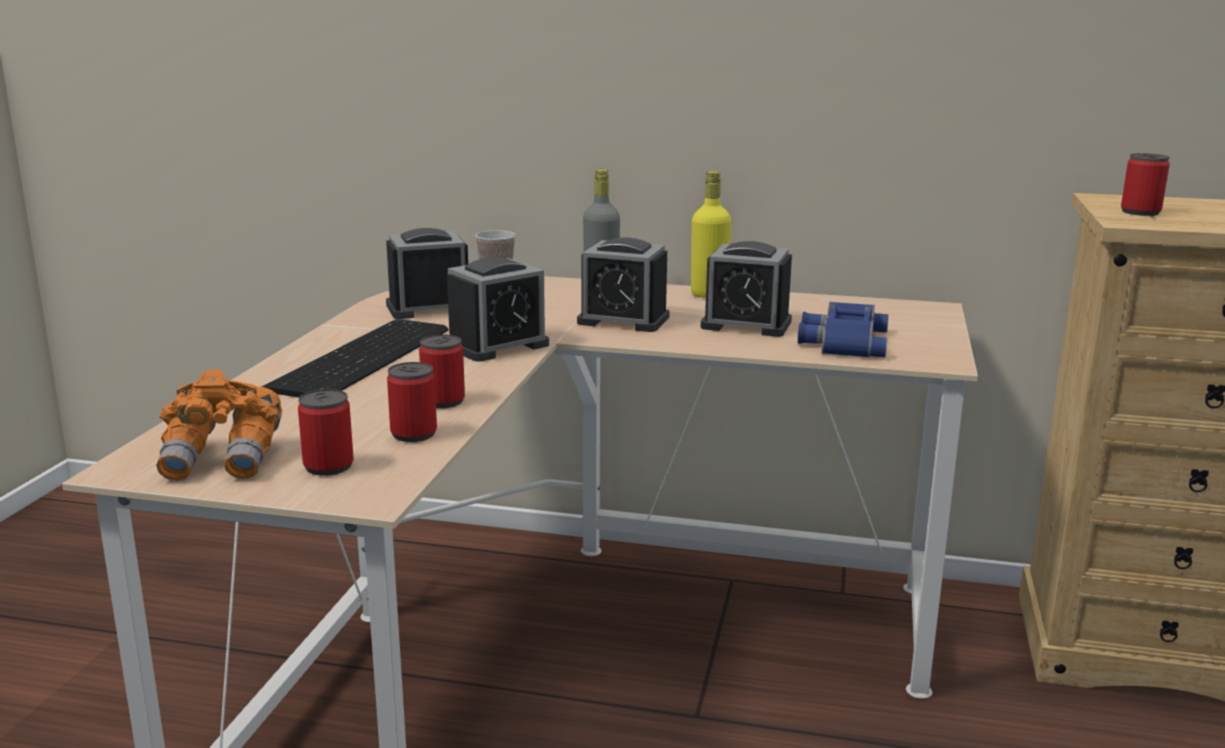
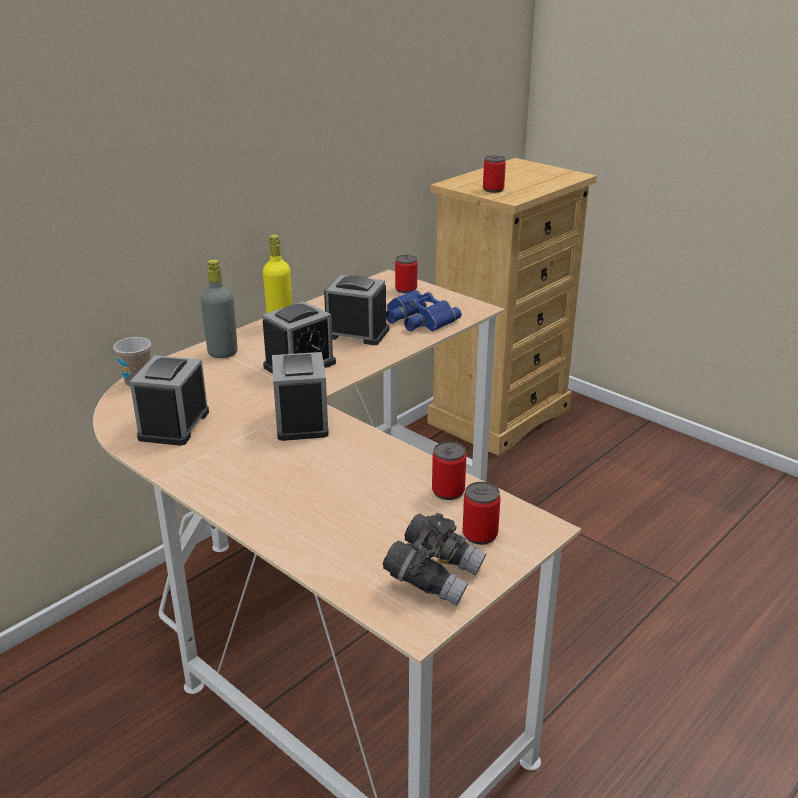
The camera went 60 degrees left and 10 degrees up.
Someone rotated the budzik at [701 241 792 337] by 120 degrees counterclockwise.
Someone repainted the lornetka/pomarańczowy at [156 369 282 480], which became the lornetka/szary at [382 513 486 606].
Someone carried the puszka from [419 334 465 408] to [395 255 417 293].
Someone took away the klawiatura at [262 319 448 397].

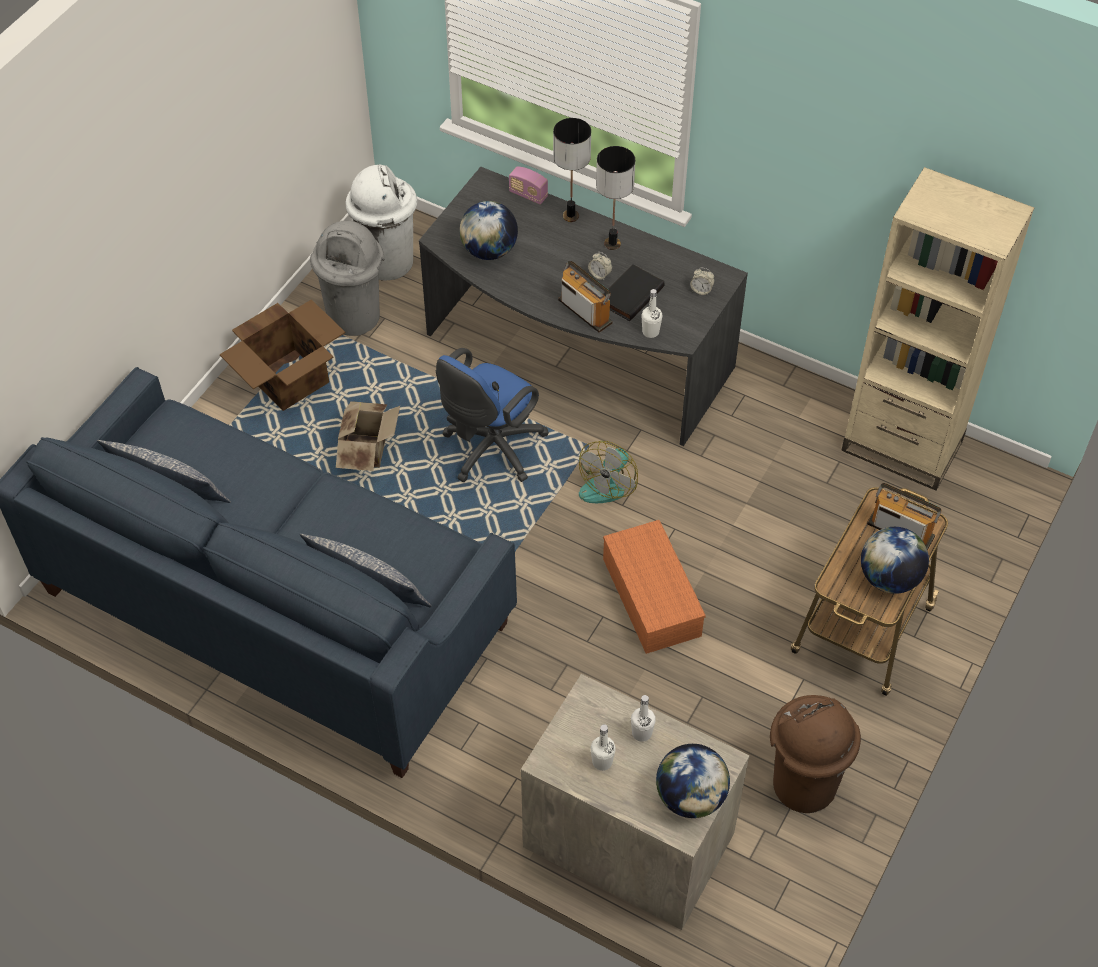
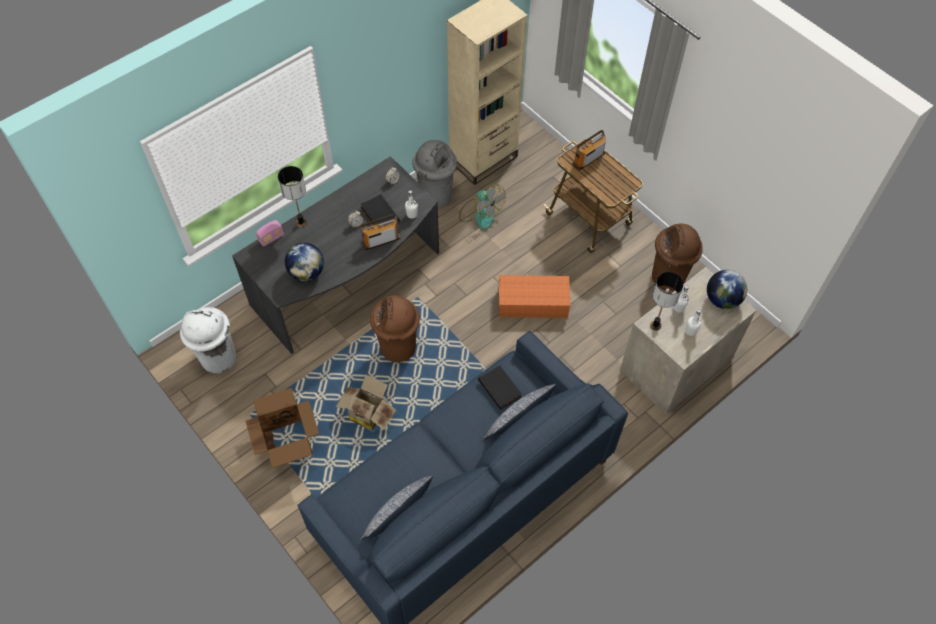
The camera went 70 degrees left and 5 degrees up.
Someone swapped the krzesło biurowe/niebieski at [436 348 549 482] for the kosz na śmieci/brązowy at [370 295 420 362].
Someone carried the kosz na śmieci/szary from [310 220 384 336] to [412 140 457 209].
Someone carried the wentylator from [579 441 638 503] to [459 185 506 229].
Someone put down the książka/czarny at [478 365 522 410].
Someone carried the lampa stołowa from [596 146 635 250] to [650 272 684 331].
Someone took away the globus at [861 527 929 594].

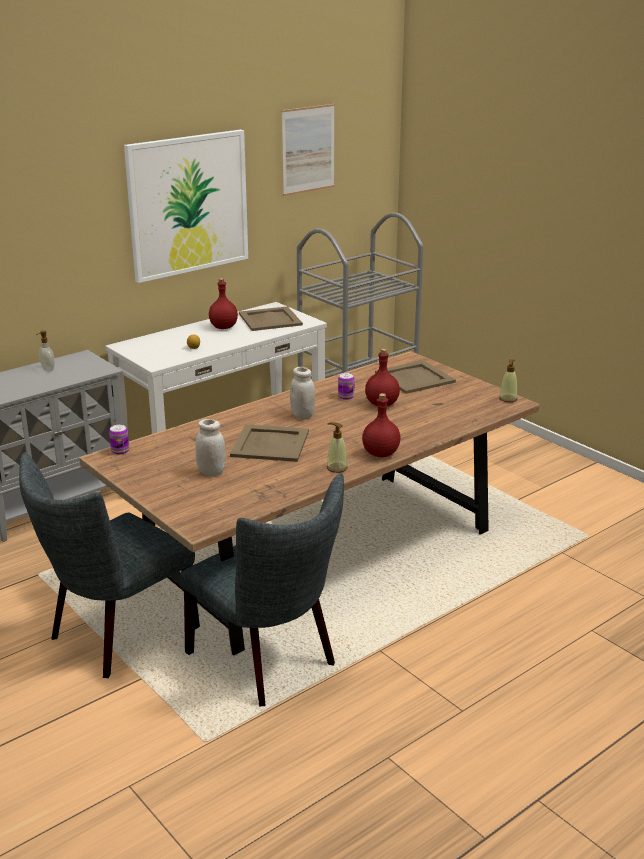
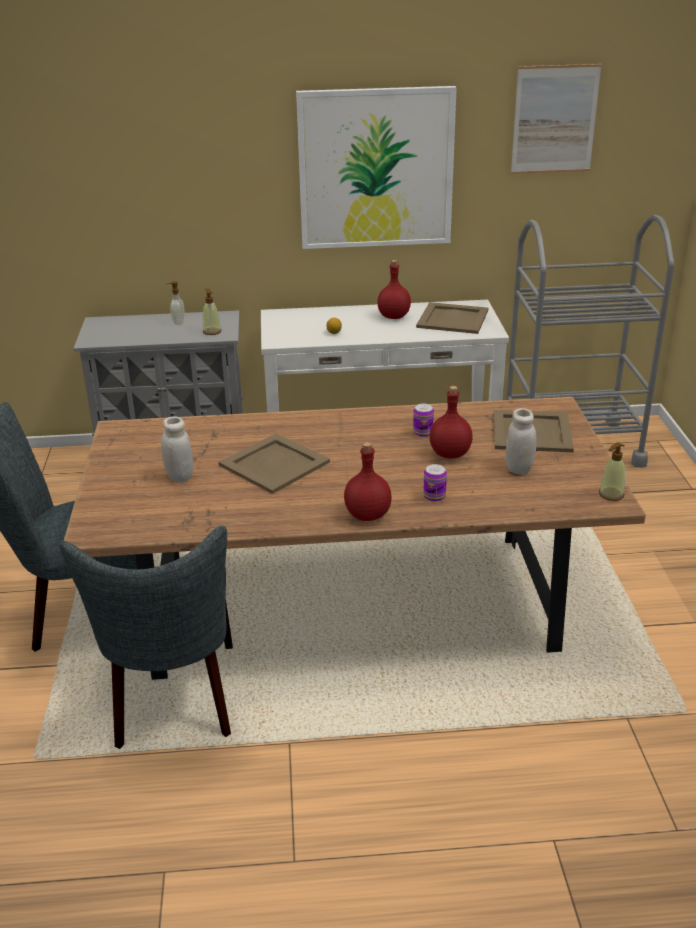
The camera went 35 degrees right and 5 degrees up.
Someone carried the dozownik mydła from [327 422 348 473] to [203 288 221 335].
Someone carried the puszka from [109 425 129 455] to [423 464 447 502].
Someone carried the słoik/biały from [290 367 315 419] to [506 408 536 475].

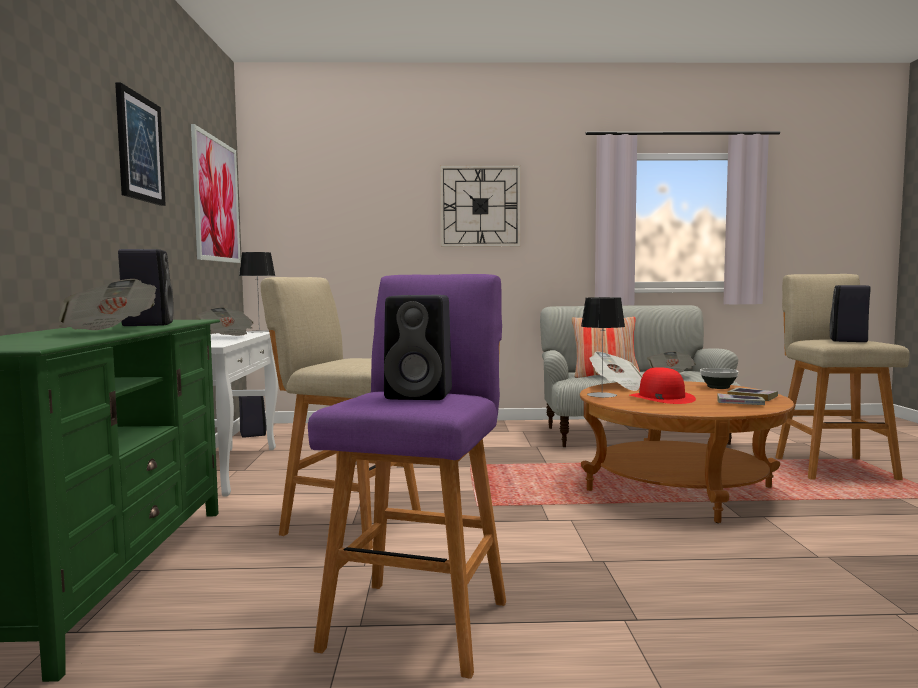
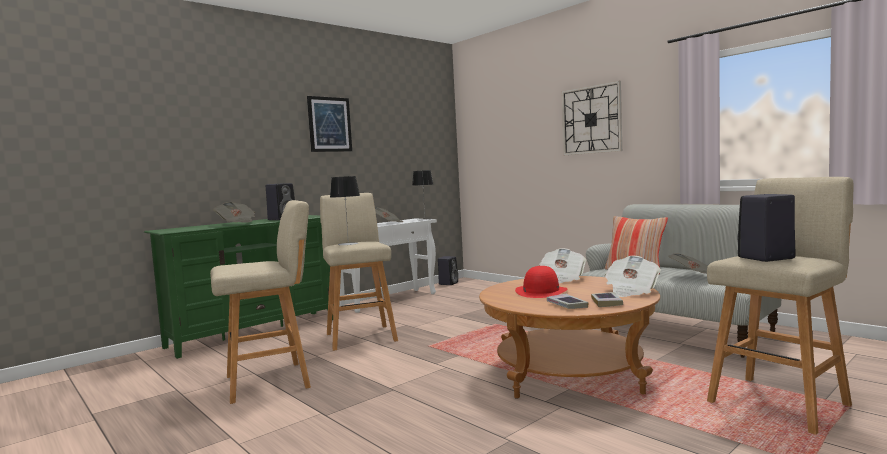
The camera went 50 degrees right and 0 degrees up.
Someone repainted the stołek/fioletowy at [308 274 506 679], which became the stołek/beżowy at [210 200 311 404].
Someone carried the lampa stołowa from [581 297 625 398] to [330 176 360 245].
Someone swapped the miska at [700 368 739 389] for the gazeta at [605 256 661 297].
Someone took away the obraz at [191 124 241 263].
Someone took away the głośnik/czarny at [384 295 452 400].

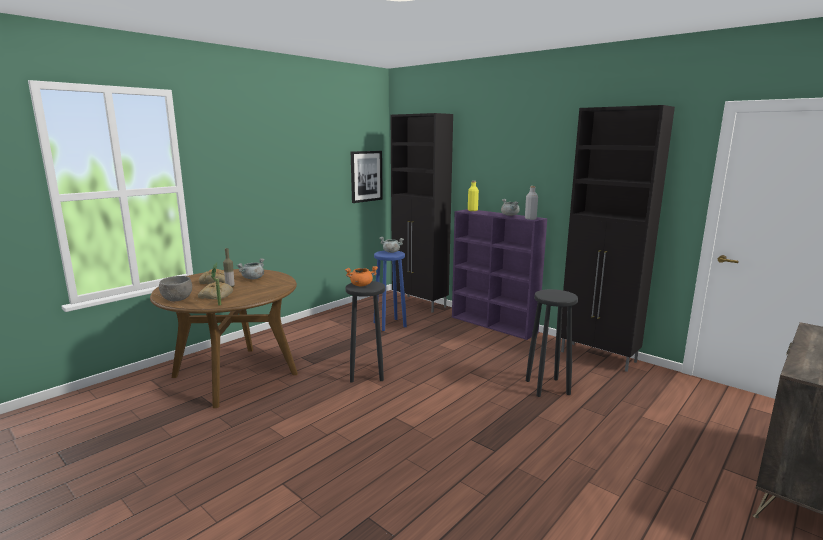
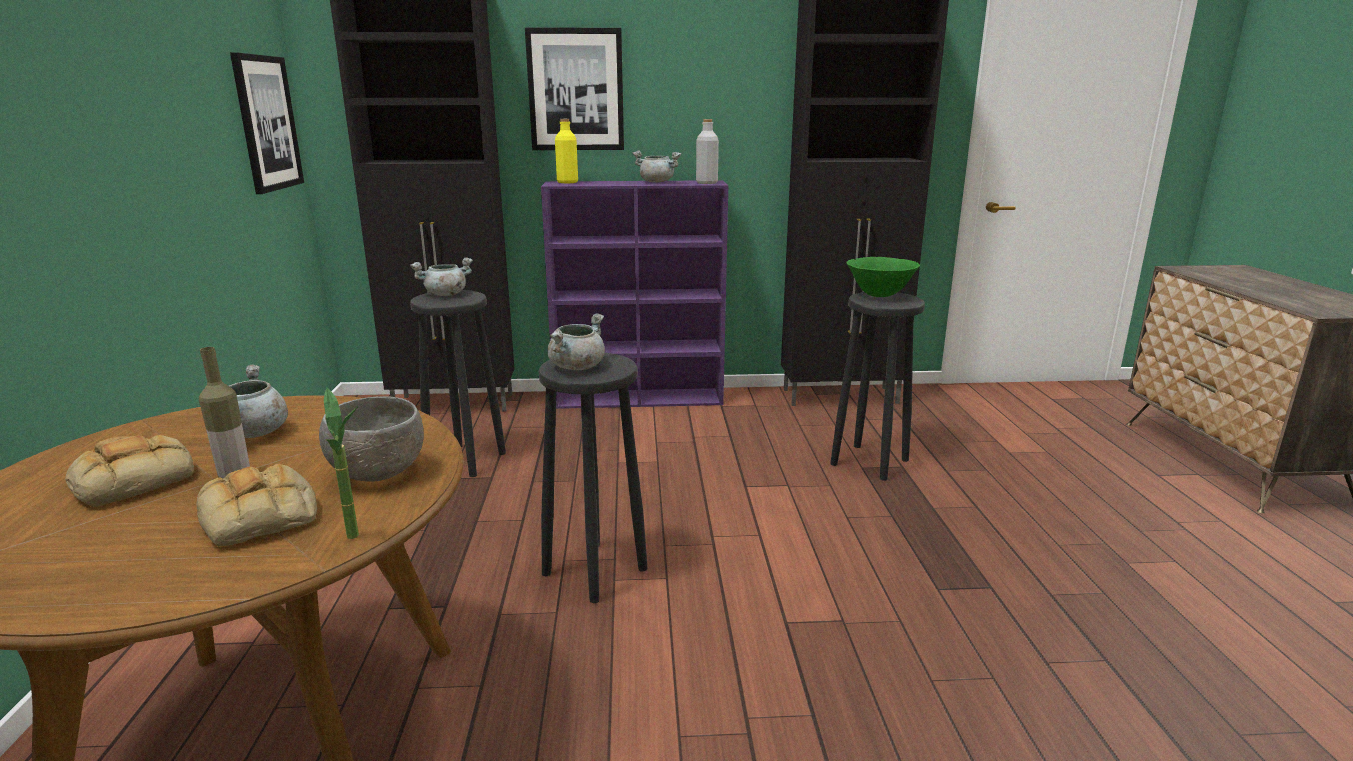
The camera went 45 degrees left and 5 degrees up.
Someone carried the miska/szary from [159 276 192 301] to [319 396 424 481].
Someone repainted the stołek/niebieski at [374 251 407 331], which became the stołek/czarny at [410 290 506 477].
Someone put up the obraz at [525 27 624 150].
Someone repainted the garnek/pomarańczowy at [345 266 378 286], which became the garnek/szary at [547 313 605 370].
Someone put down the miska/zielony at [847 257 920 297].

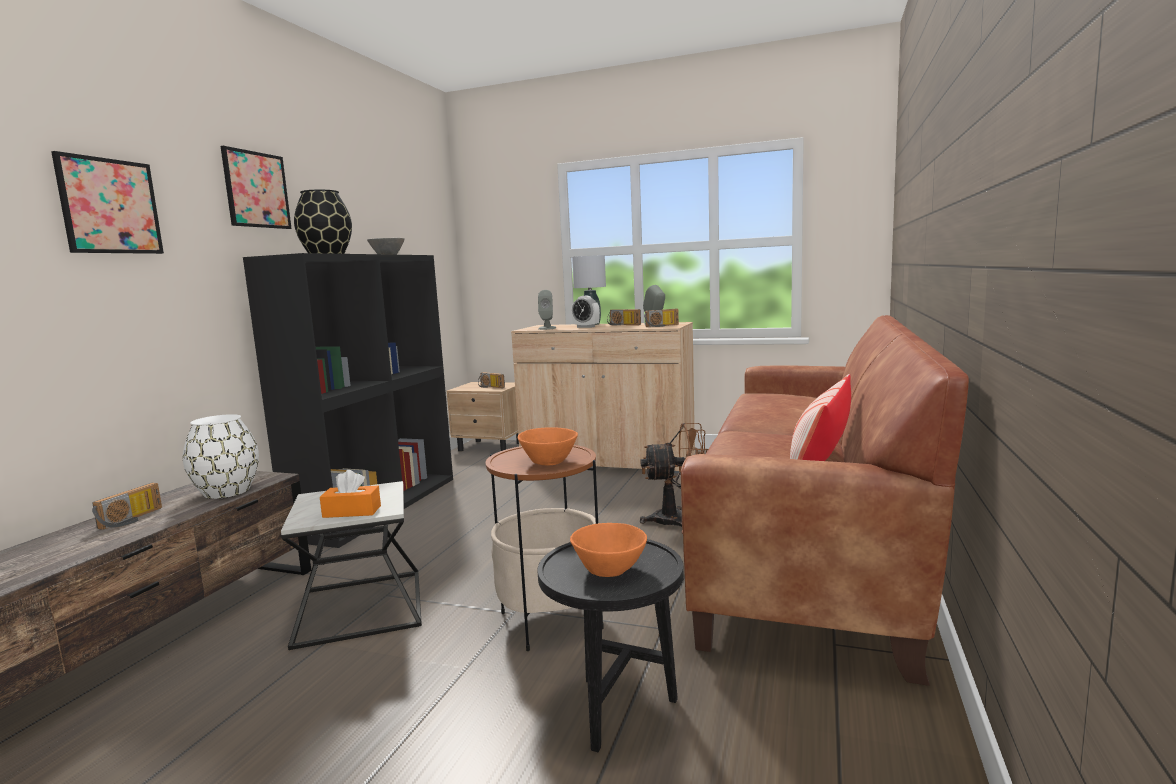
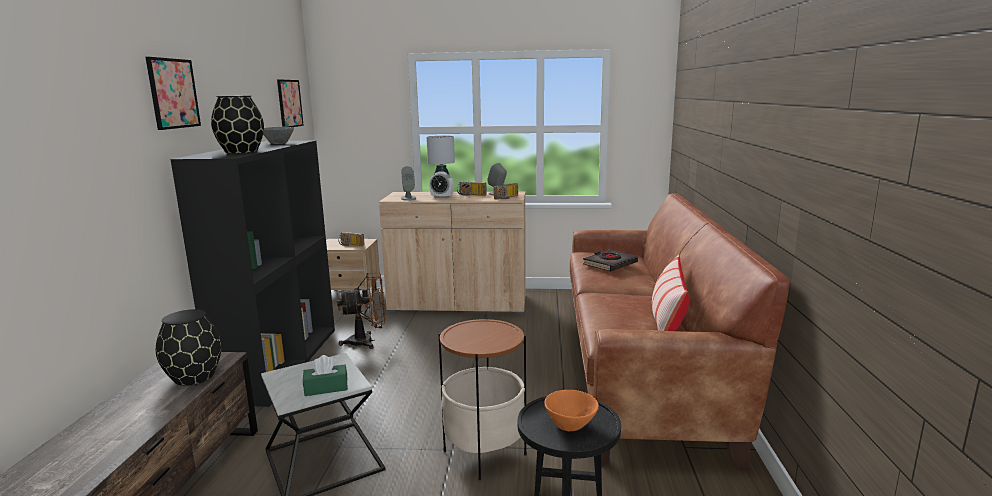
The camera went 15 degrees left and 5 degrees up.
Someone repainted the wazon/biały at [183 414 259 499], which became the wazon/czarny at [156 309 222 386].
Someone carried the obraz from [51 151 164 254] to [277 79 304 127].
Someone repainted the pudełko chusteczek/pomarańczowy at [320 470 381 518], which became the pudełko chusteczek/zielony at [303 355 348 396].
Someone carried the wentylator/brązowy from [640 423 708 527] to [337 272 386 349].
Someone put down the książka/czarny at [583 249 638 272].
Someone took away the radio at [92 483 162 530].
Someone took away the miska/pomarańczowy at [518 427 578 465].

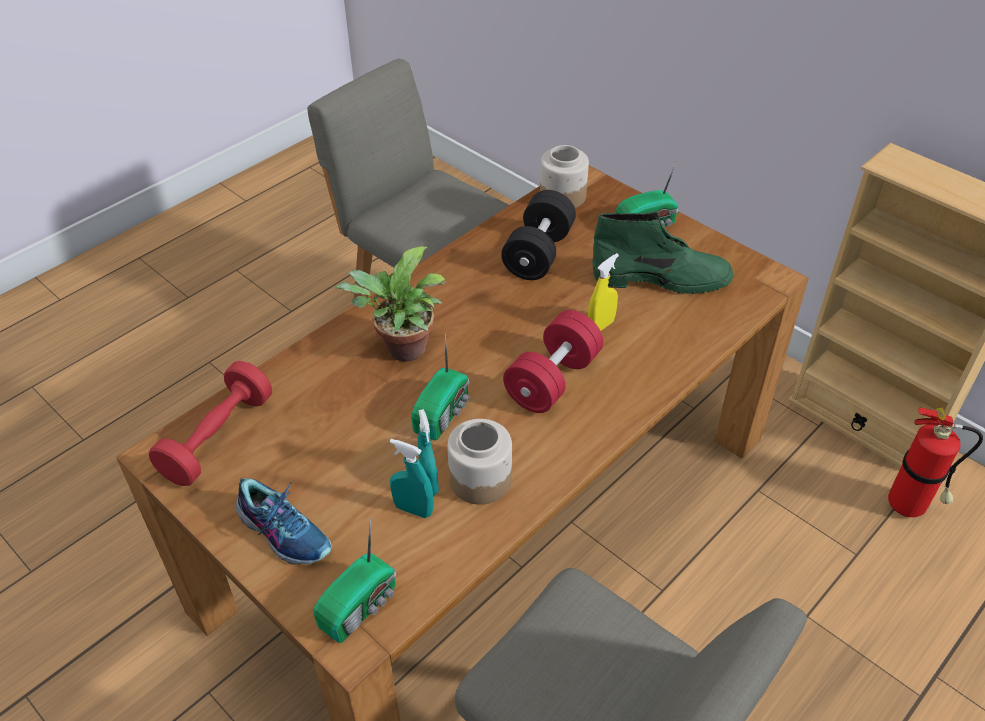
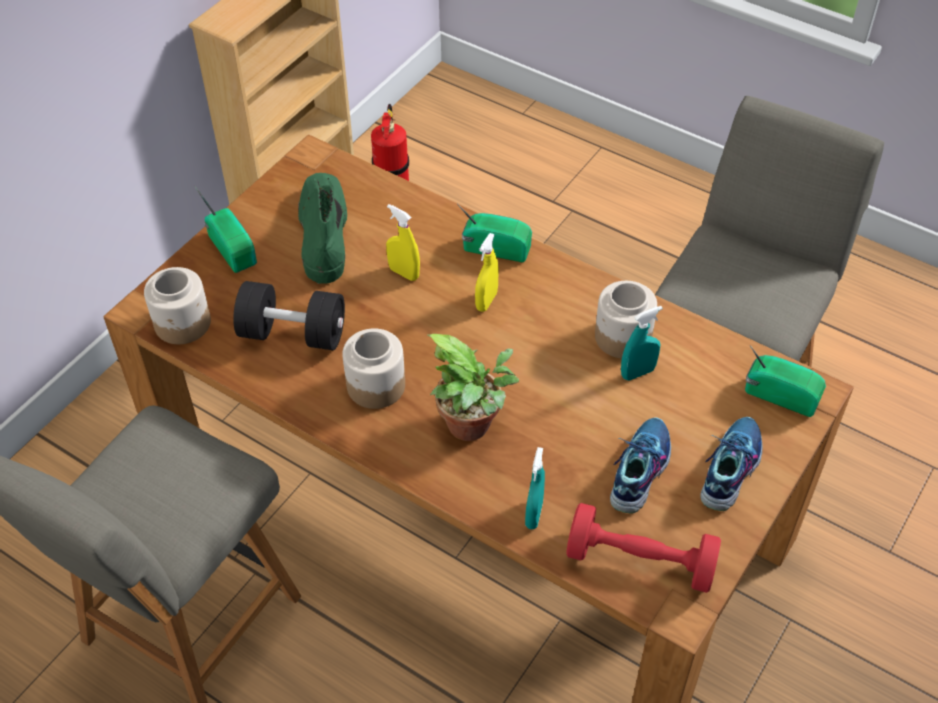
The camera went 100 degrees left and 5 degrees up.
Someone put down the słoik at [342 328 405 409].
Someone carried the radio from [411 334 470 440] to [457 204 532 262].
Someone swapped the hantel/czerwony at [503 310 603 413] for the spryskiwacz/żółty at [475 233 499 312].
Someone carried the spryskiwacz/turkusowy from [390 439 434 518] to [525 447 545 529].
Someone put down the but at [610 417 671 513].

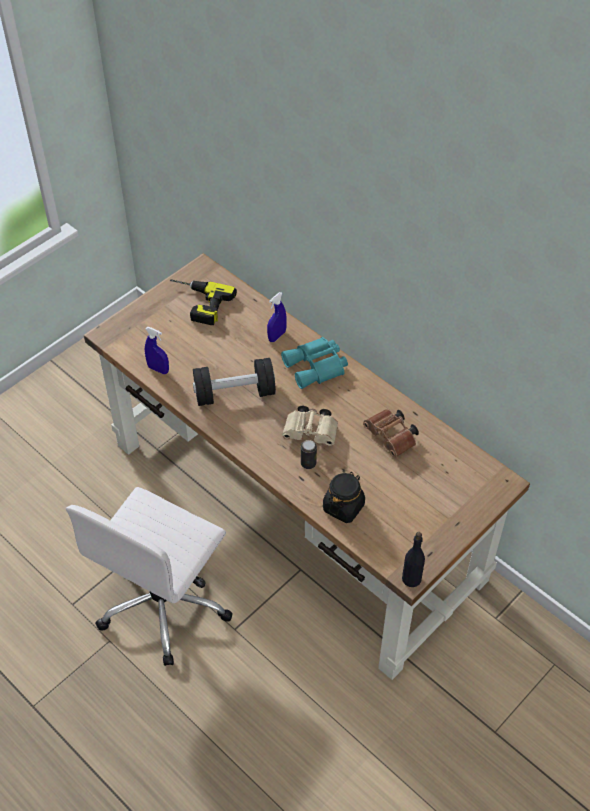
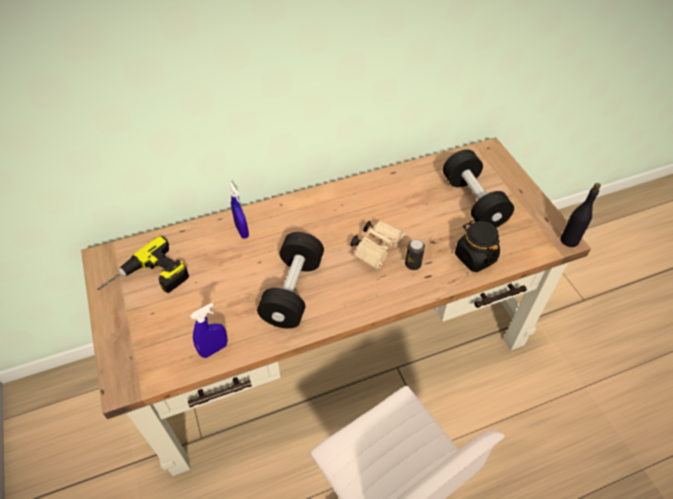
The camera went 65 degrees left and 0 degrees up.
Someone put down the hantel/czarny at [443 149 514 228].
Someone took away the lornetka/turkusowy at [281 337 348 389].
Someone took away the lornetka/brązowy at [363 409 419 458].

